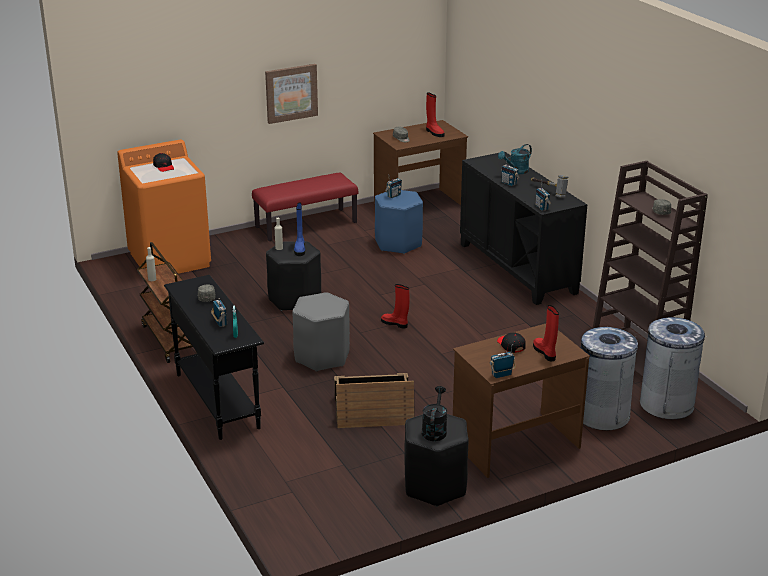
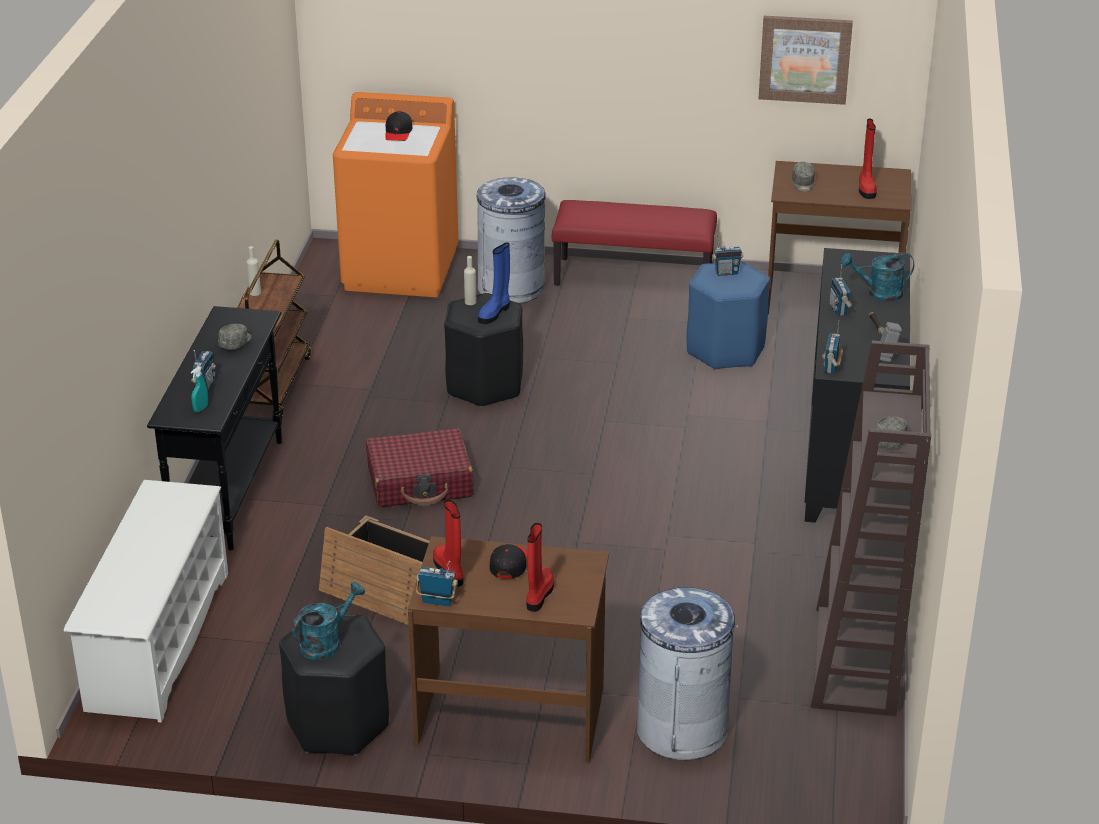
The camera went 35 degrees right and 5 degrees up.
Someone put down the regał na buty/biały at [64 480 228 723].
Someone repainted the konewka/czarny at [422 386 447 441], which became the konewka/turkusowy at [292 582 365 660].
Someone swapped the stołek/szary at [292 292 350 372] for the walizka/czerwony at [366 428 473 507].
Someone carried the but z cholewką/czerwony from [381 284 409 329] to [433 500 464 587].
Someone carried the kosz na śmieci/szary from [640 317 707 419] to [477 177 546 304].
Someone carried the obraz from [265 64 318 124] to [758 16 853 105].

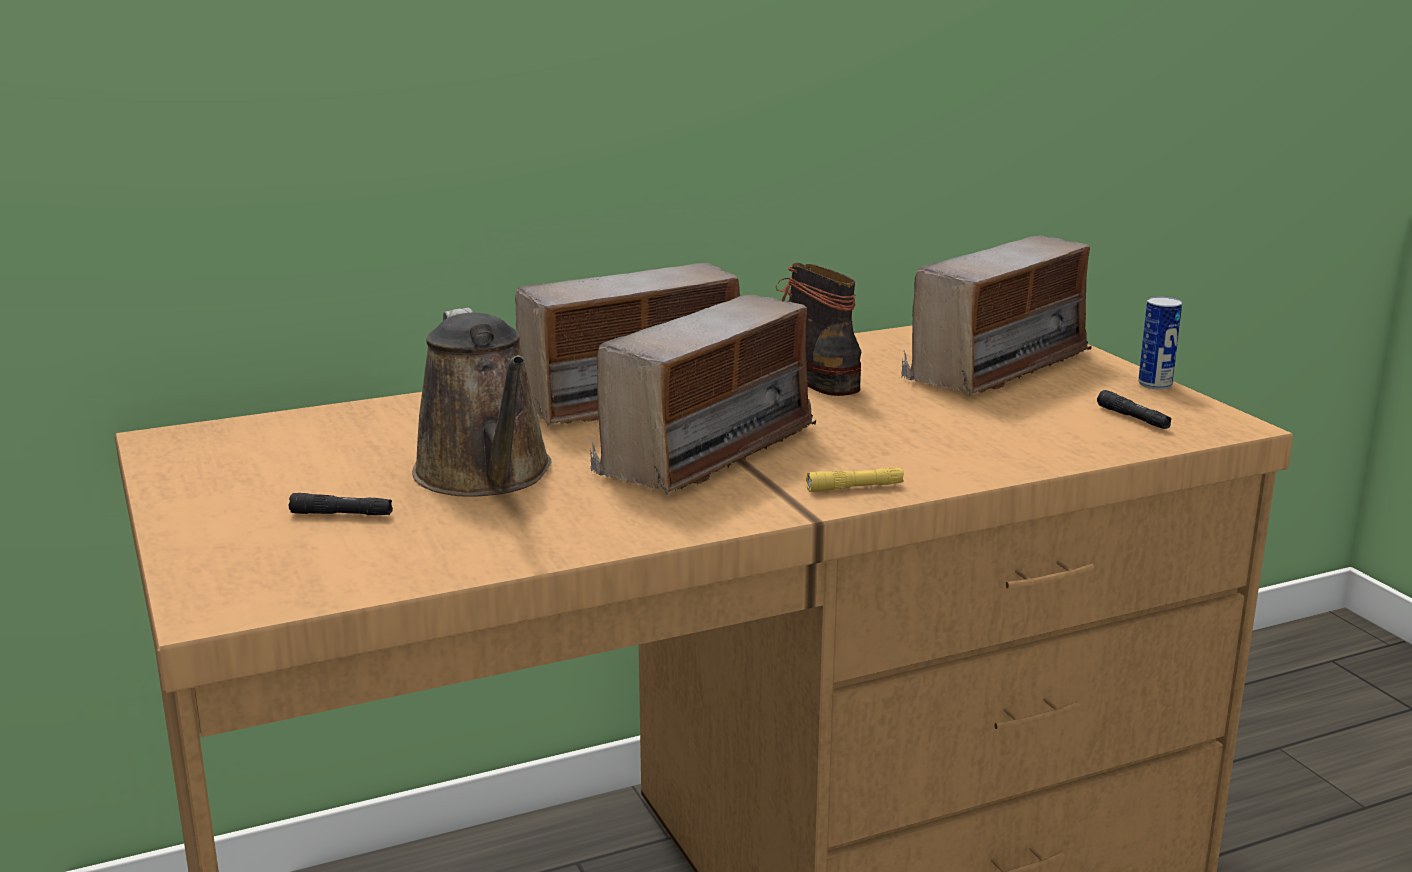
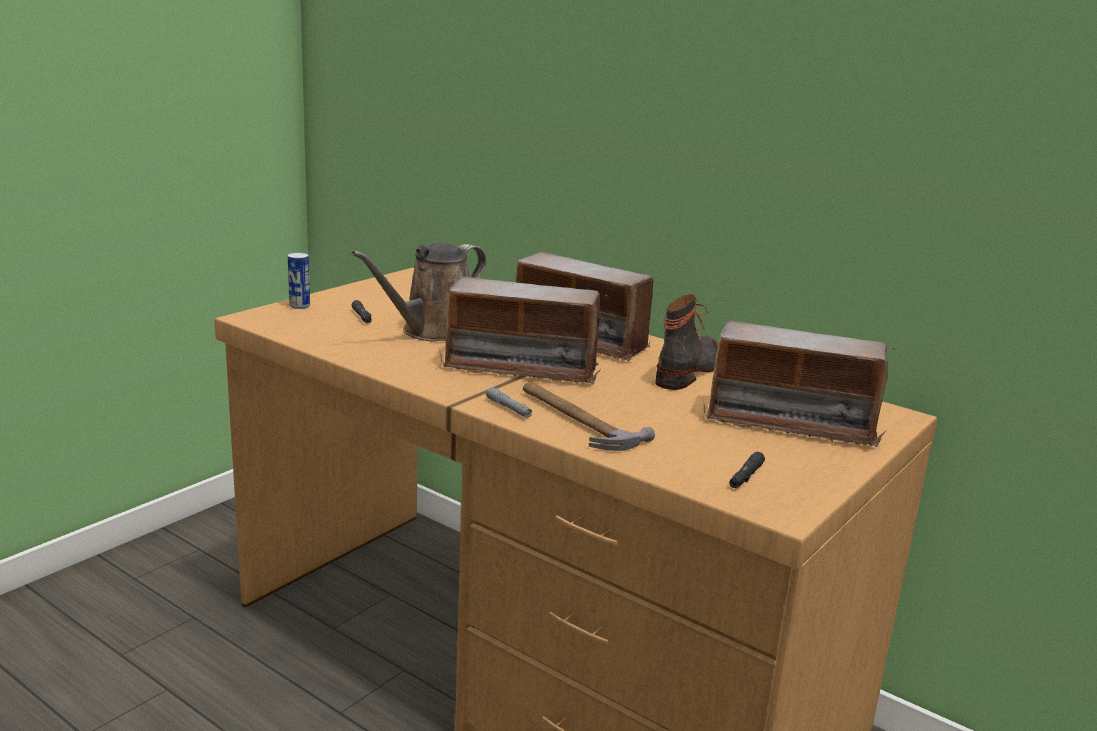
The camera went 60 degrees right and 0 degrees up.
Someone carried the puszka from [1138 297 1182 389] to [288 252 310 309].
Someone repainted the latarka/żółty at [806 468 904 492], which became the latarka/szary at [486 387 532 418].
Someone put down the młotek at [523 382 655 451].

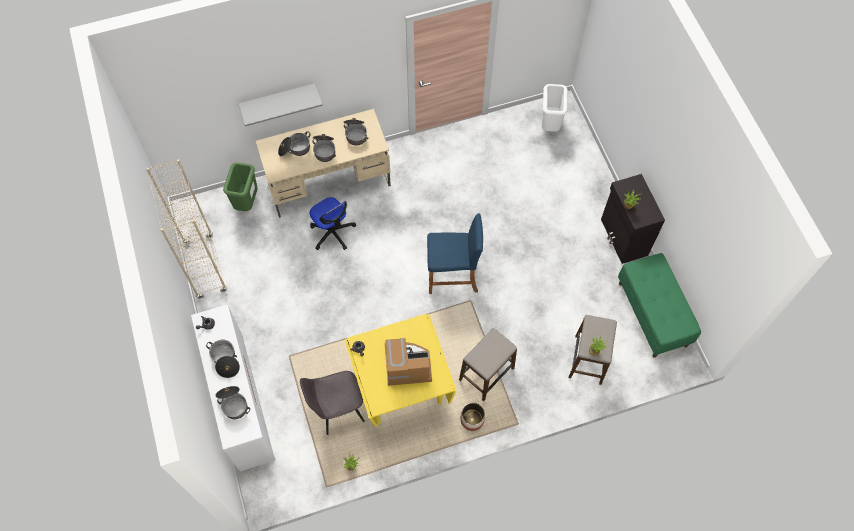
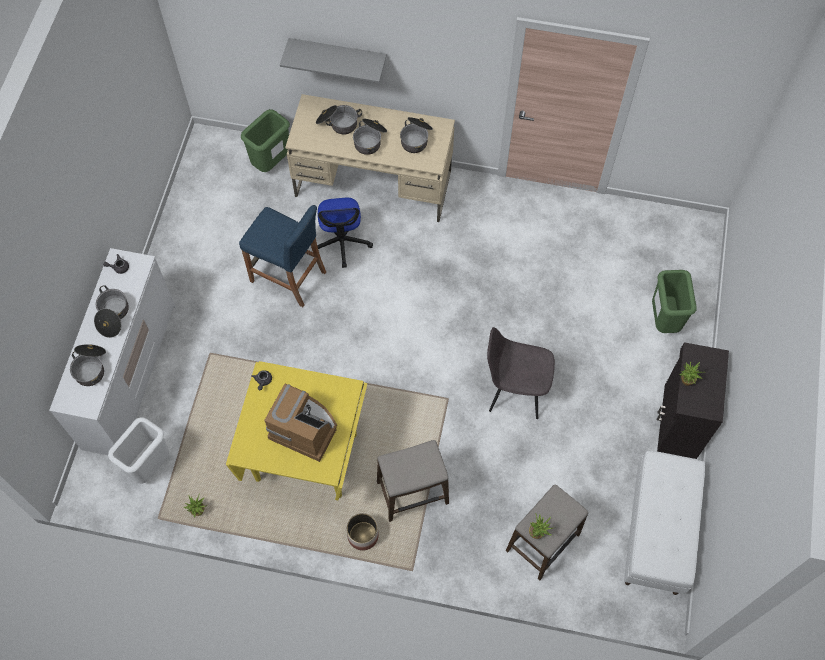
The camera went 30 degrees right and 0 degrees up.
Someone carried the kosz na śmieci/biały from [542 84 568 132] to [108 417 169 484].
Someone carried the stołek/niebieski from [427 213 483 294] to [239 205 326 307].
Someone carried the krzesło/szary from [300 371 365 435] to [487 327 555 419].
Someone repainted the ławka/zielony at [618 253 701 358], which became the ławka/biały at [624 451 705 595].
Someone put down the kosz na śmieci/zielony at [652 270 697 333].
Someone took away the regał/beżowy at [146 159 227 299].

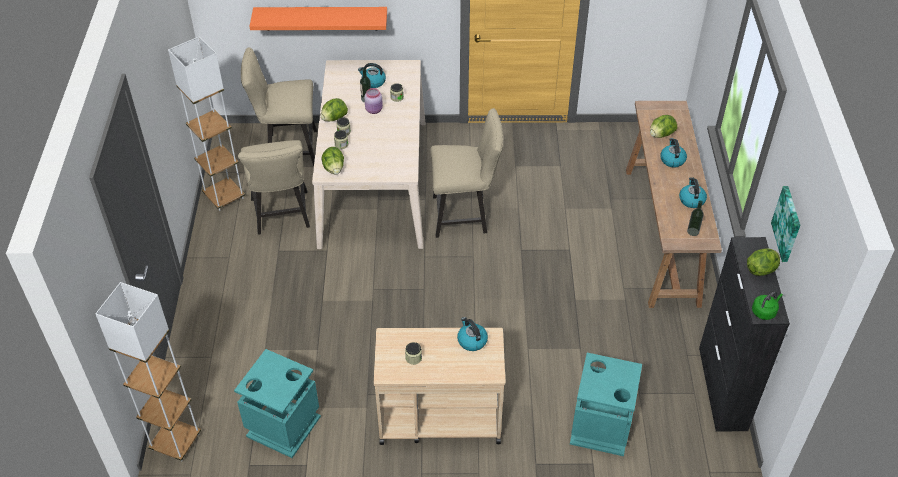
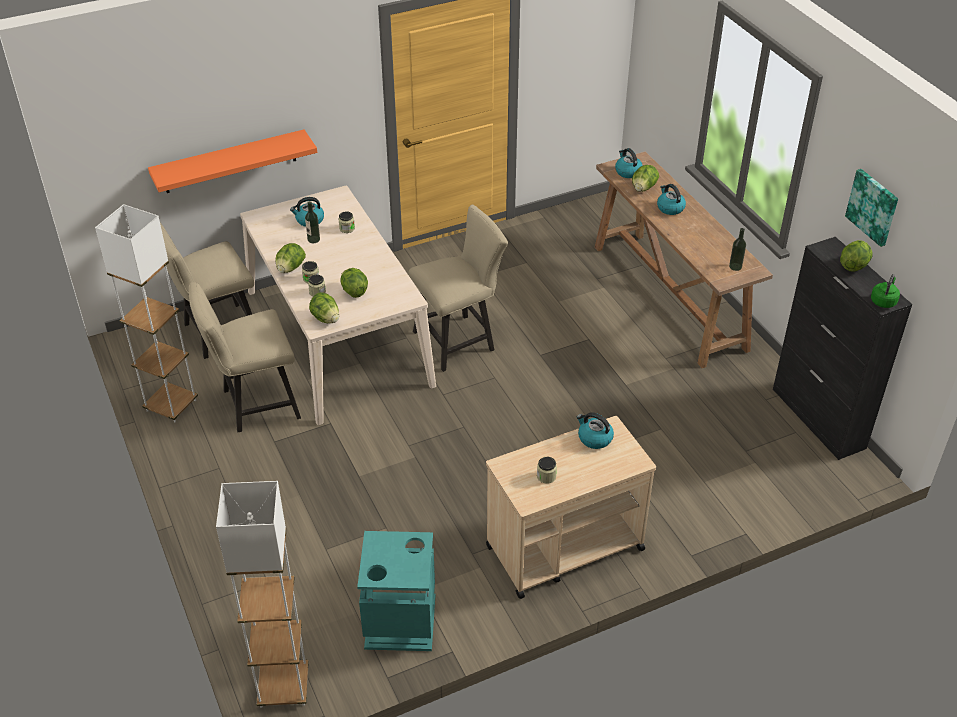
The camera went 25 degrees left and 5 degrees down.
Someone rotated the krzesło/beżowy at [238 140 310 235] by 105 degrees clockwise.
Someone put down the sałata at [340 268 368 298].
Someone carried the czajnik from [679 177 707 208] to [615 148 643 178].
Someone took away the słoik/różowy at [364 88 383 114].
Someone took away the kosz na śmieci/turkusowy at [570 353 642 456].

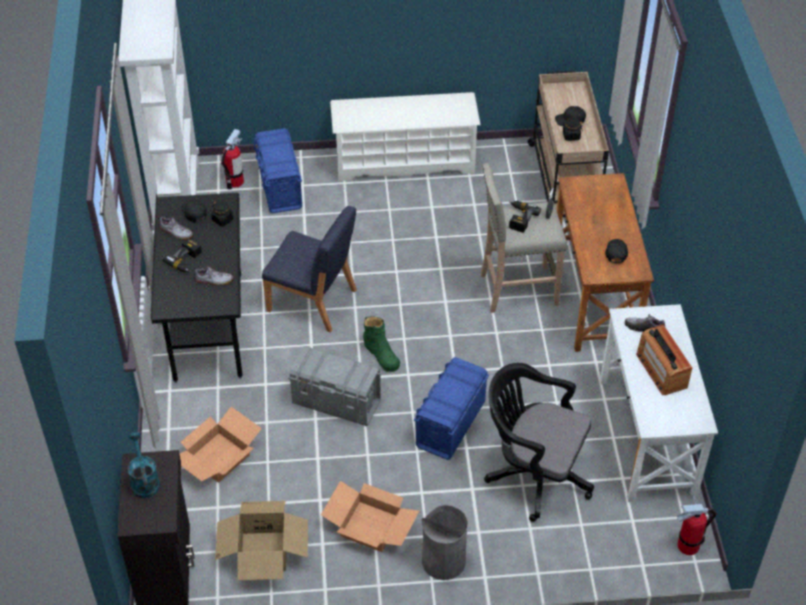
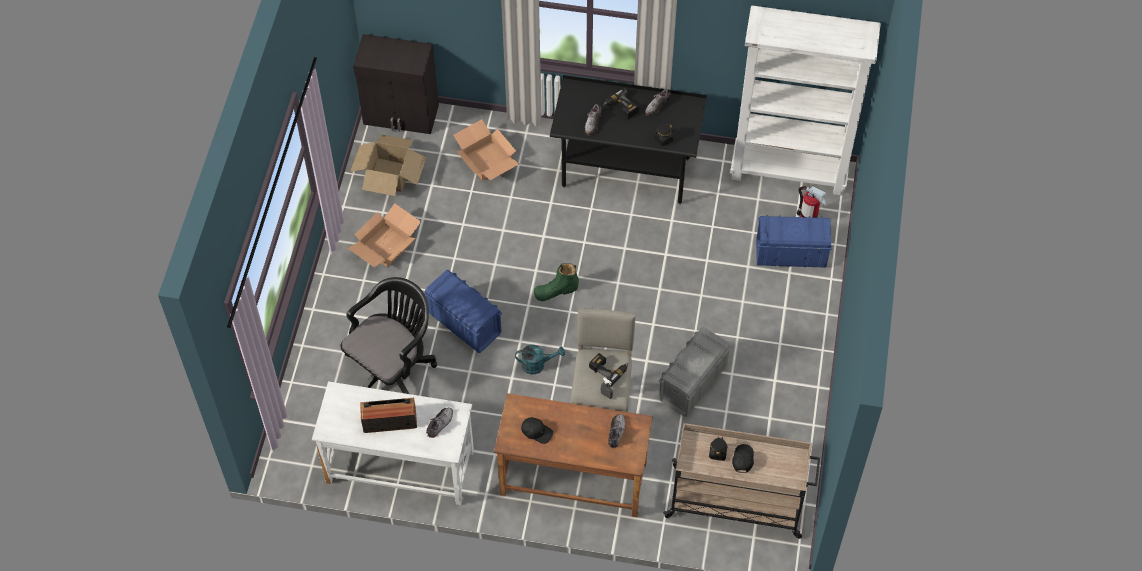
The camera went 105 degrees right and 10 degrees up.
Someone carried the konewka/turkusowy from [128 432 160 498] to [515 345 565 374].
Someone put down the but at [608 414 626 448].
Someone carried the pojemnik do przechowywania/szary from [288 346 382 426] to [658 327 732 417].
Someone took away the czapka z daszkiem/czarny at [181 200 206 223].
Someone took away the krzesło/niebieski at [262 206 357 332].
Someone took away the regał na buty/biały at [330 92 480 181].
Someone took away the kosz na śmieci/szary at [421 505 468 580].
Someone took away the gaśnica at [677 494 717 555].

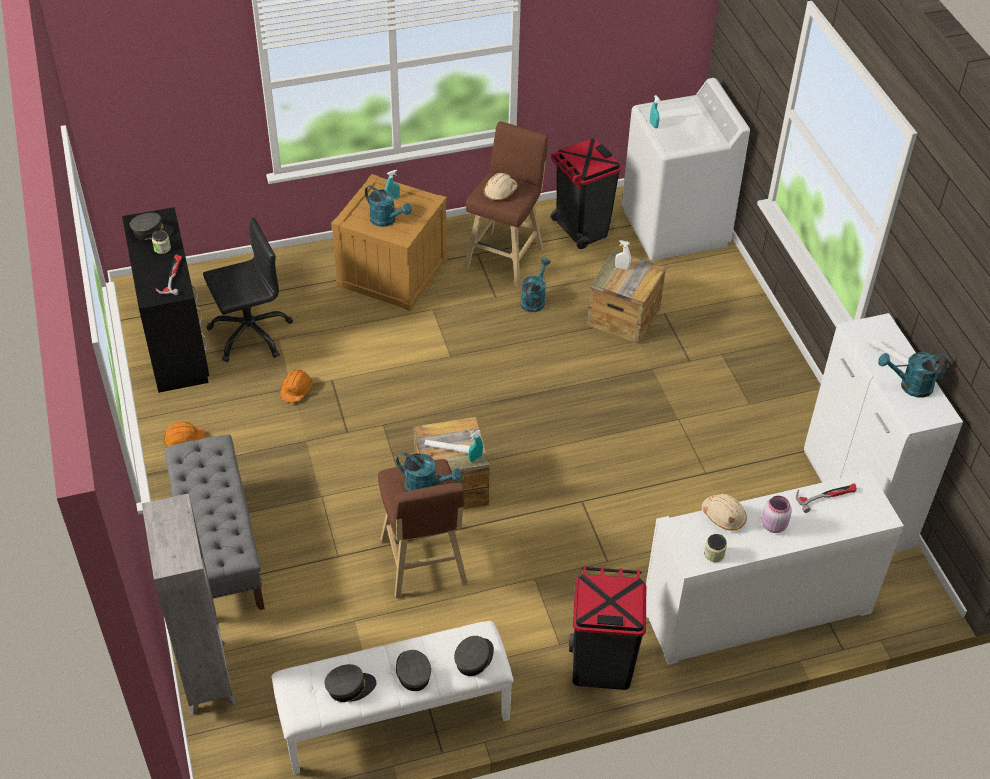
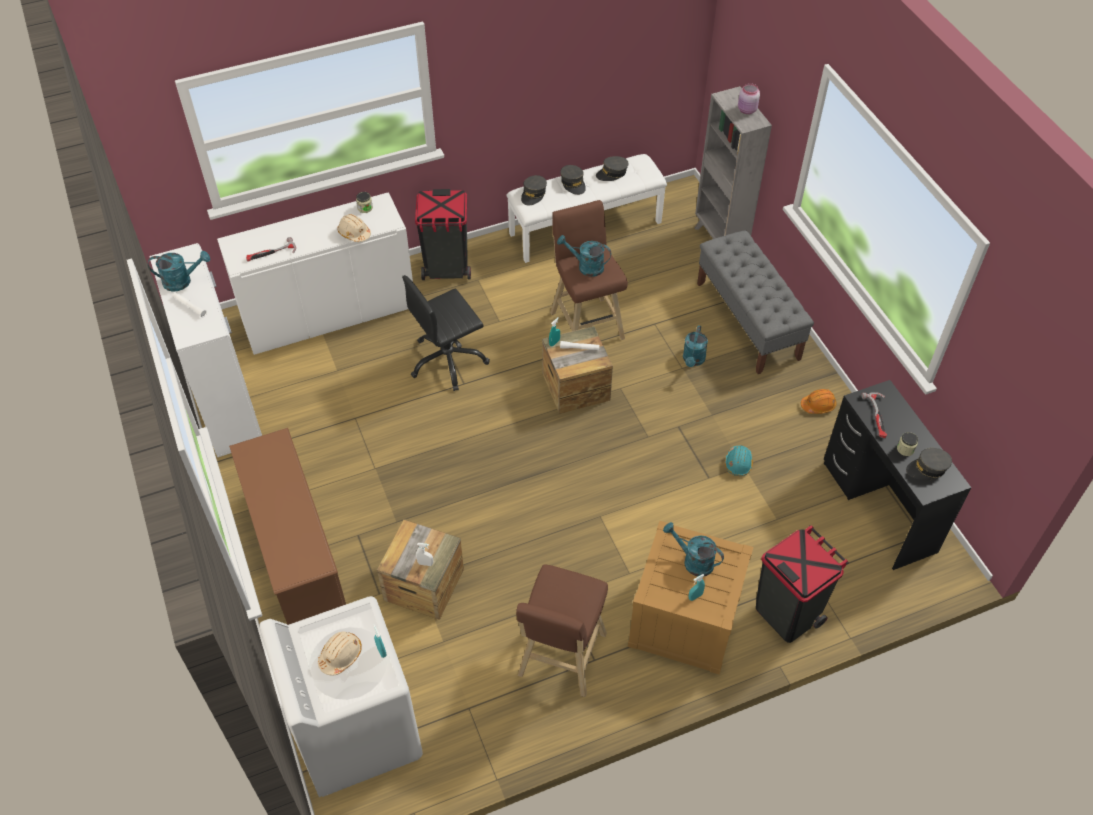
The camera went 175 degrees right and 5 degrees up.
Someone put down the regał na buty/brązowy at [229 428 346 625].
Someone carried the kask/beżowy from [484 173 517 201] to [318 631 362 676].
Someone carried the krzesło biurowe/czarny from [203 217 293 362] to [402 275 490 391].
Someone carried the konewka/turkusowy from [521 258 551 312] to [683 325 708 367].
Someone repainted the kask/pomarańczowy at [280 370 312 403], which became the kask/turkusowy at [725 446 753 476].
Someone carried the słoik/różowy from [762 496 792 533] to [738 83 760 114].
Someone carried the kosz na śmieci/czarny from [550 138 621 249] to [756 525 848 643].

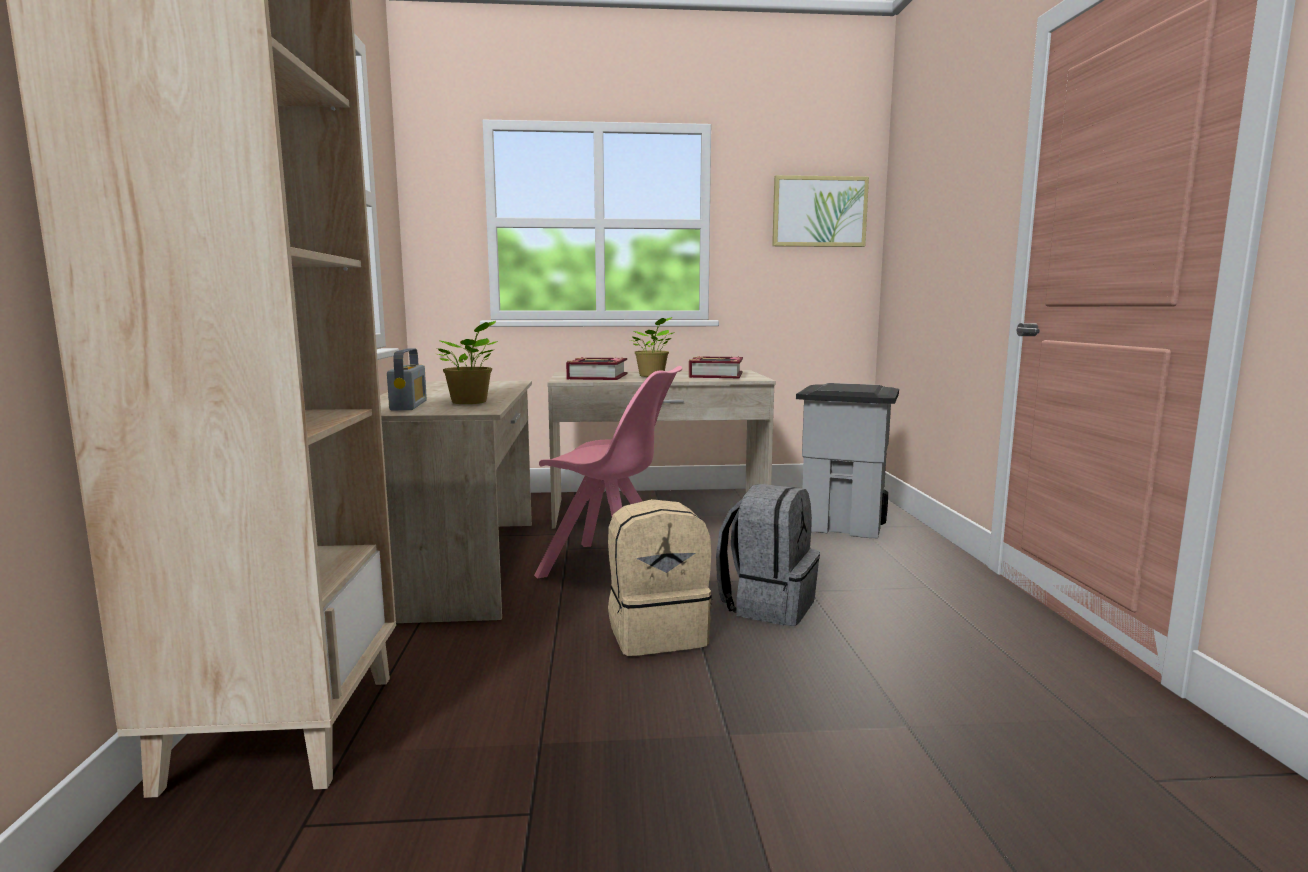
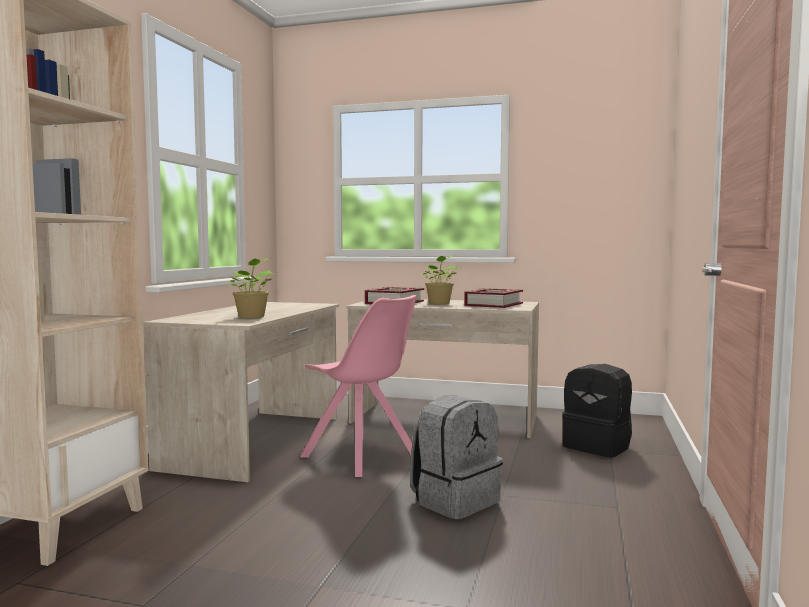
The camera went 20 degrees right and 5 degrees down.
Someone swapped the kosz na śmieci/szary at [796 383 899 538] for the plecak/czarny at [562 364 632 458].
Someone took away the radio at [387 348 427 410].
Someone took away the plecak/beżowy at [608 499 712 656].
Someone took away the obraz at [772 175 869 247].

